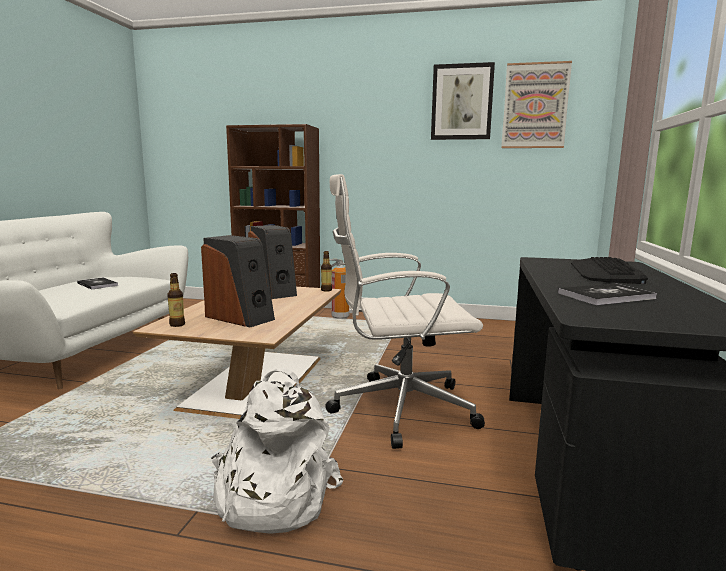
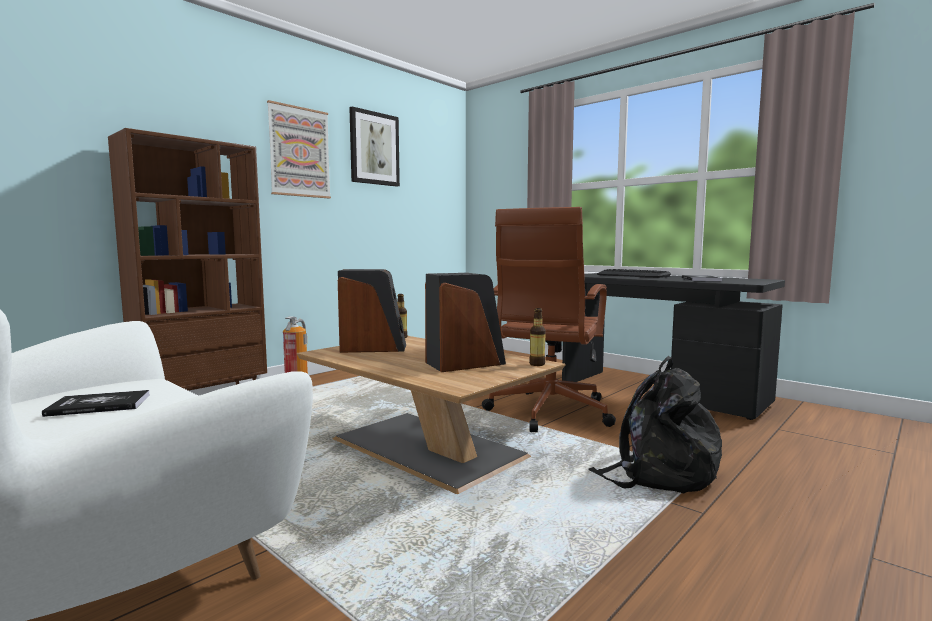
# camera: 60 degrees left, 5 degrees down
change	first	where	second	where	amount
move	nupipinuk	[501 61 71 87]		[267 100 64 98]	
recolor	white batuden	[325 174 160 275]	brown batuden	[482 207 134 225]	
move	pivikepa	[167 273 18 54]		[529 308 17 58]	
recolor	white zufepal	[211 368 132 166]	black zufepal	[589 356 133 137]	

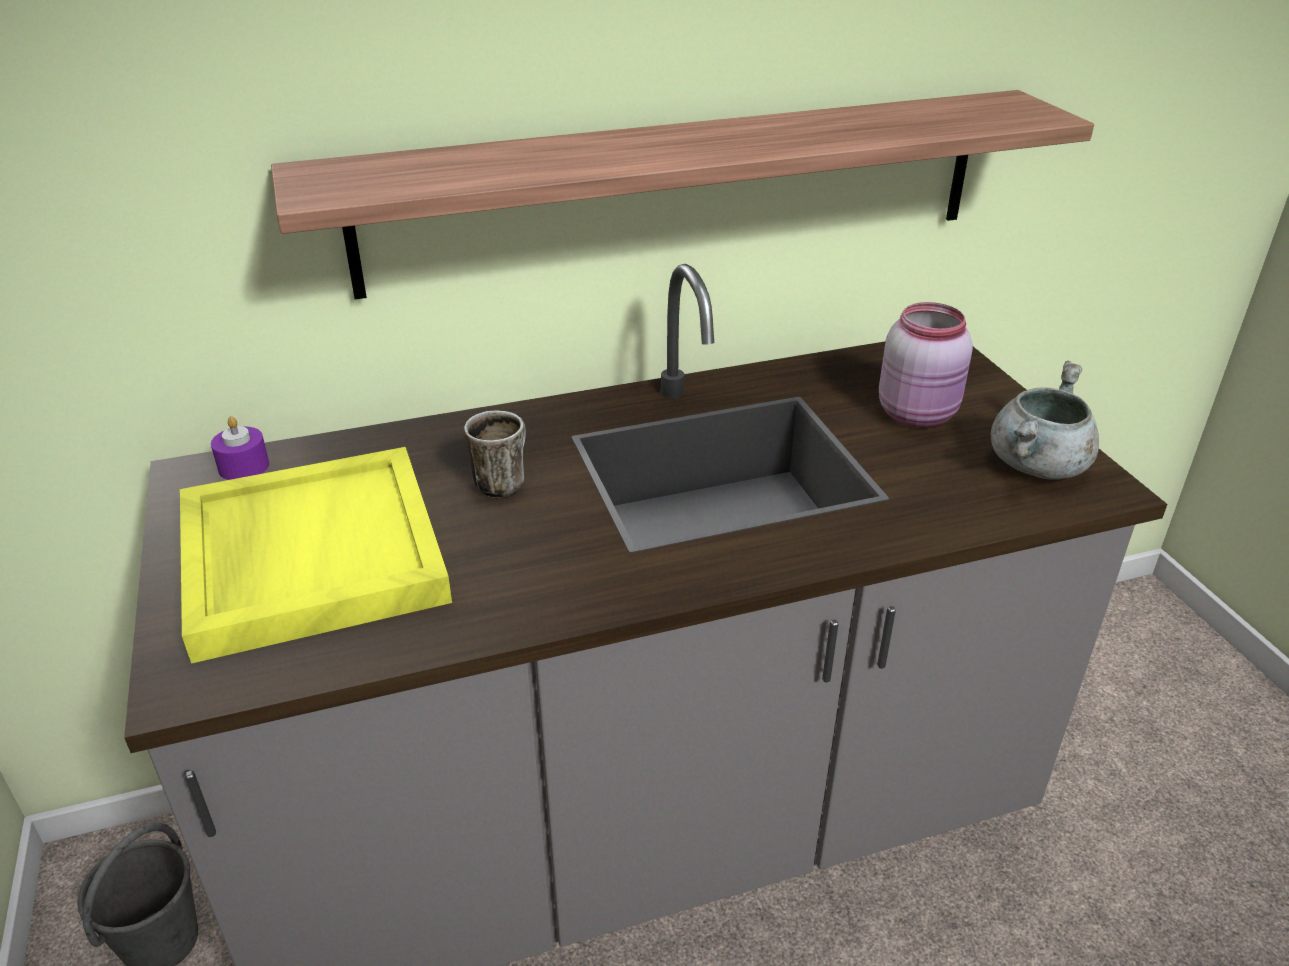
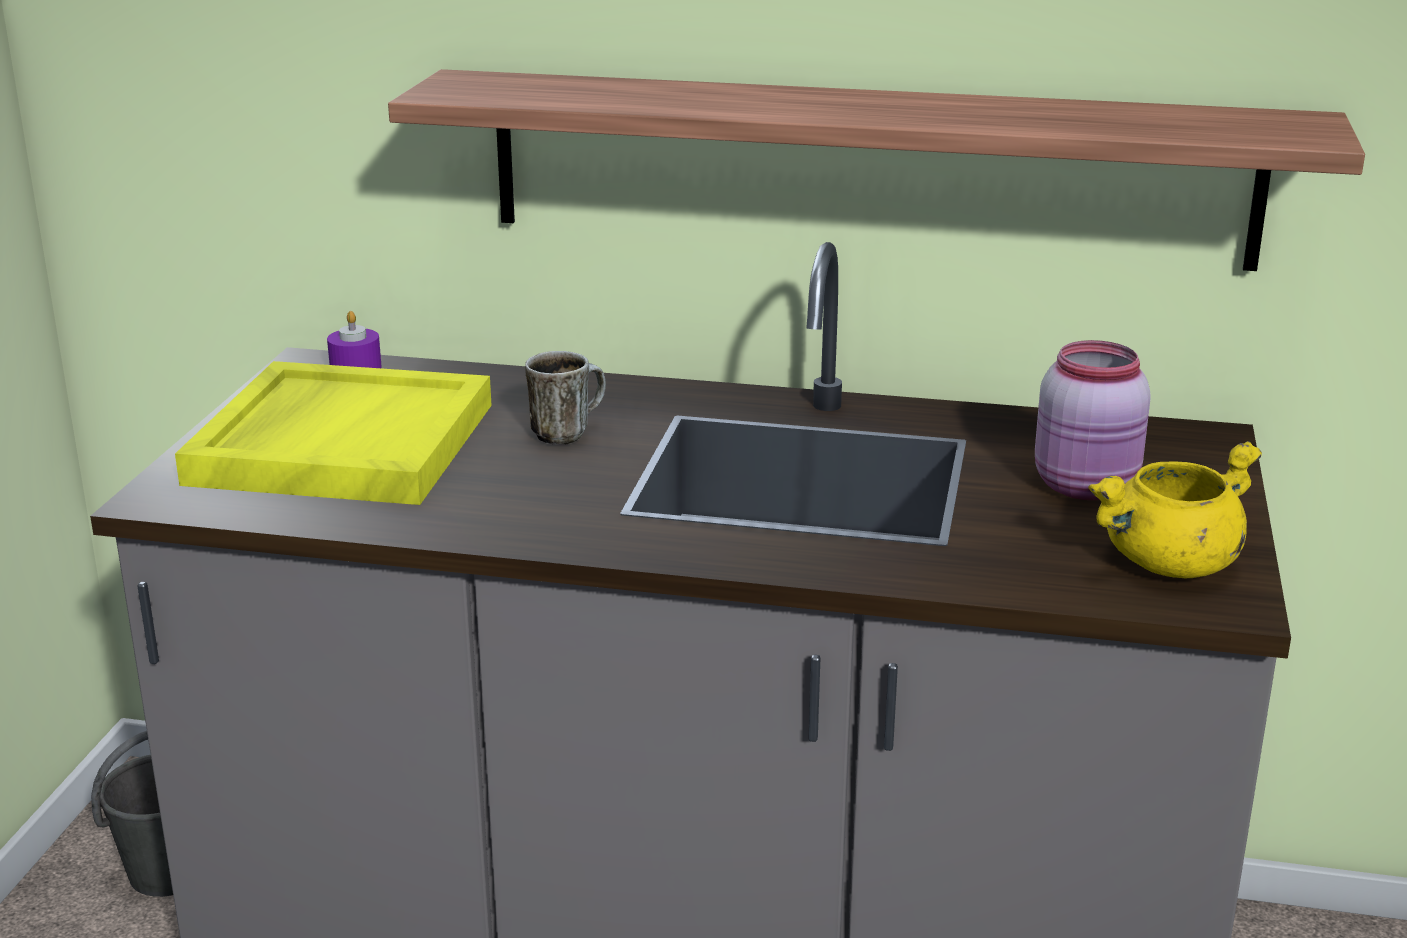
# camera: 30 degrees right, 10 degrees down
change	first	where	second	where	amount
recolor	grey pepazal	[991 361 108 118]	yellow pepazal	[1088 441 174 137]	

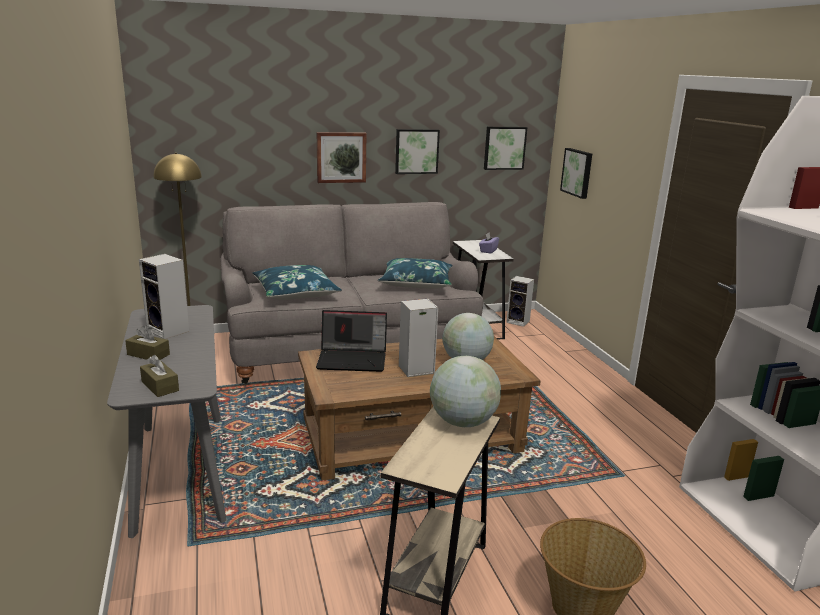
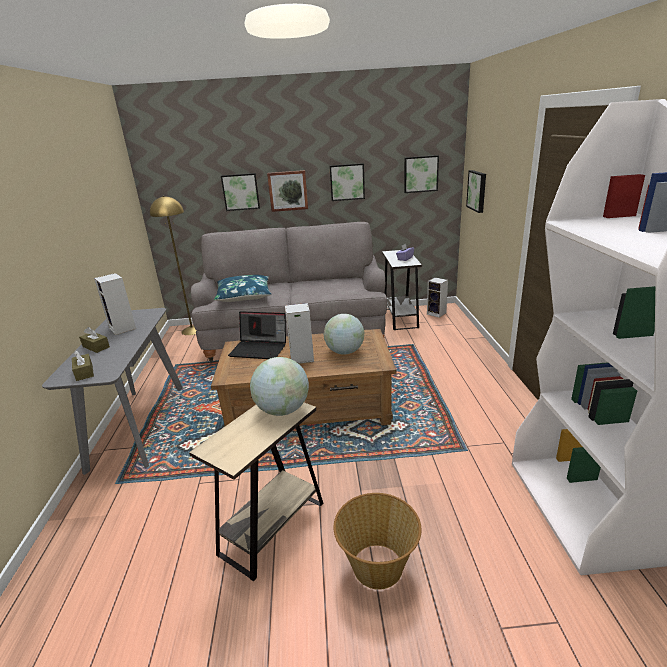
# camera: 15 degrees right, 5 degrees up
change	first	where	second	where	amount
delete	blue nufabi	[378 258 74 31]			
insert			nupipinuk	[221 173 39 38]	

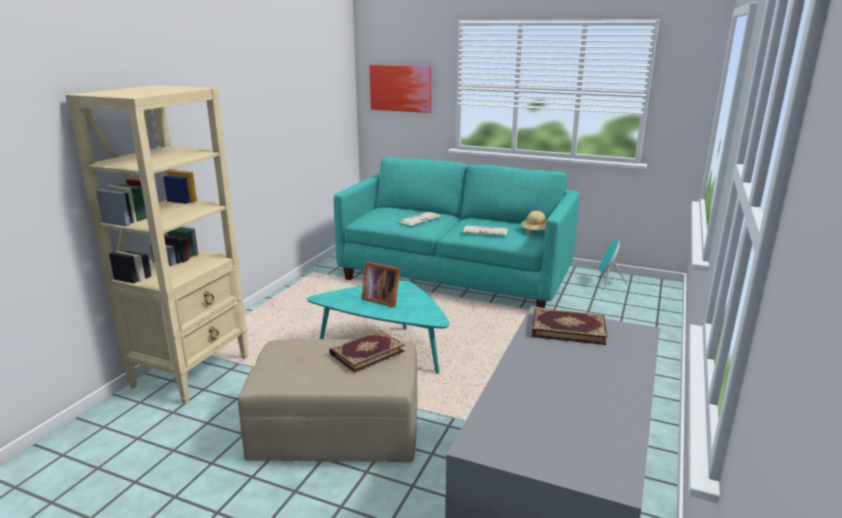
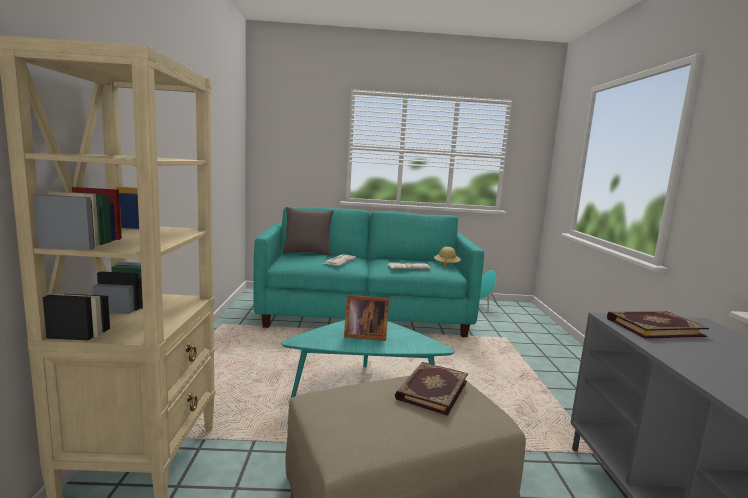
# camera: 25 degrees left, 10 degrees down
change	first	where	second	where	amount
delete	nupipinuk	[369 65 62 48]			
insert			grey nufabi	[282 207 52 49]	

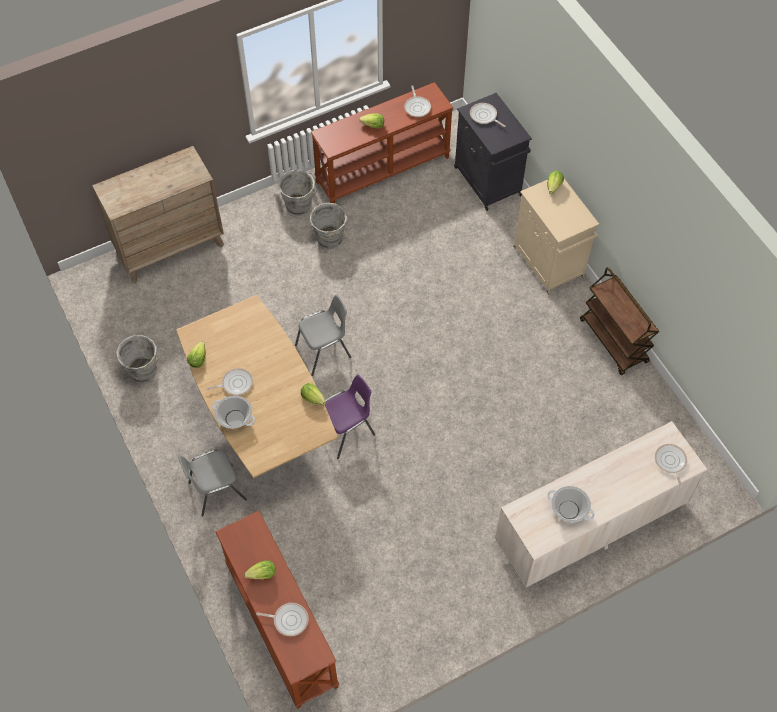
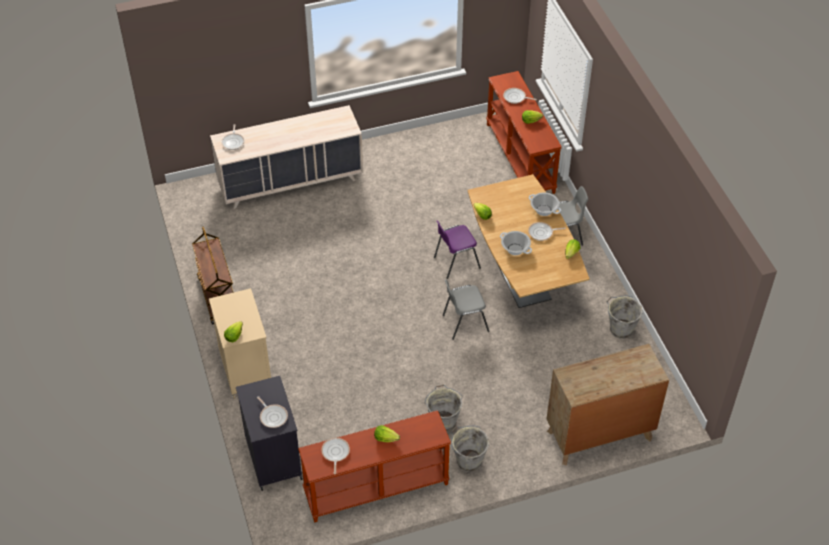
# camera: 170 degrees left, 10 degrees down
change	first	where	second	where	amount
move	pepazal	[547 486 47 36]		[500 231 32 24]	

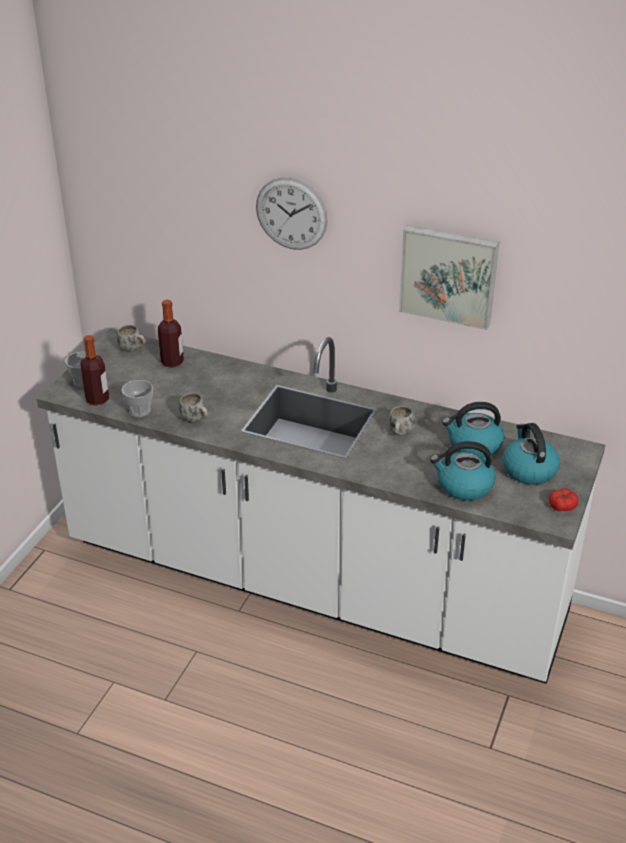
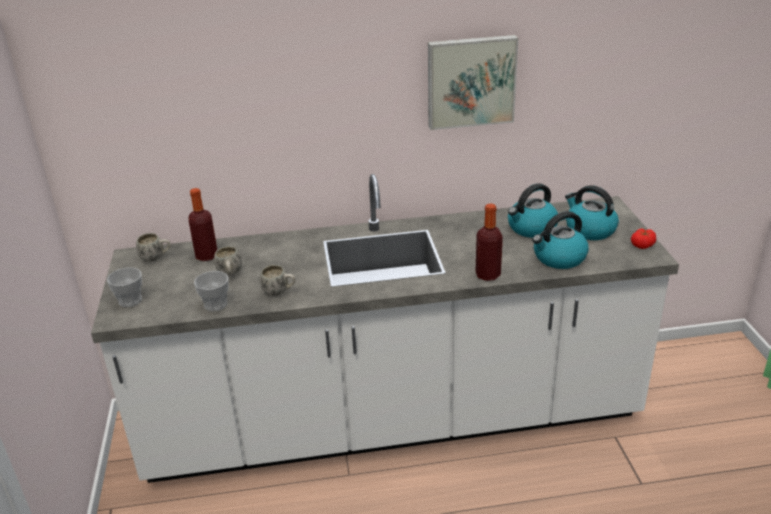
# camera: 30 degrees left, 5 degrees down
change	first	where	second	where	amount
delete	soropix	[256 177 72 73]			
move	pivikepa	[80 335 29 71]		[475 203 28 78]	
move	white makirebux	[388 406 27 30]		[214 246 28 30]	

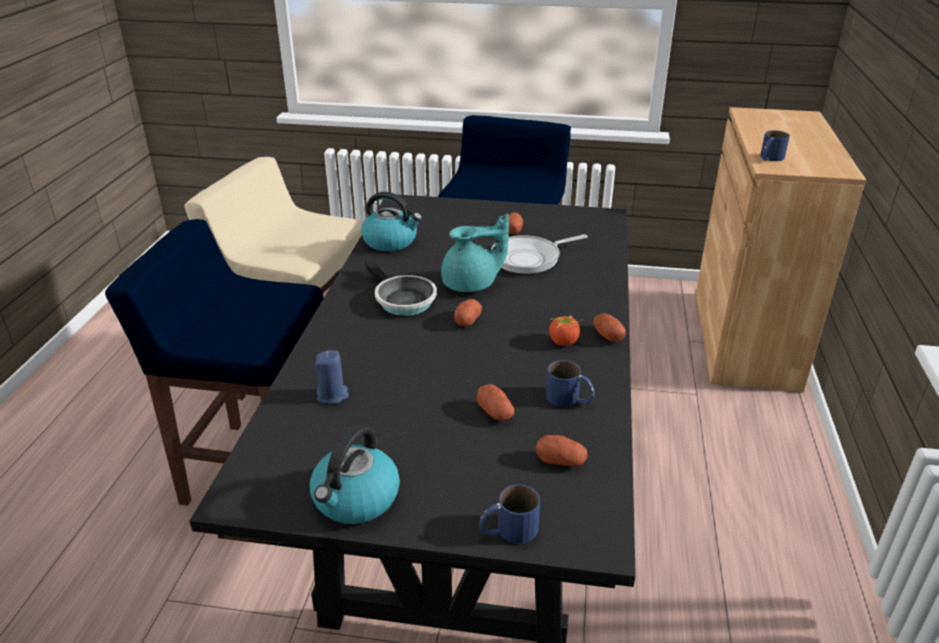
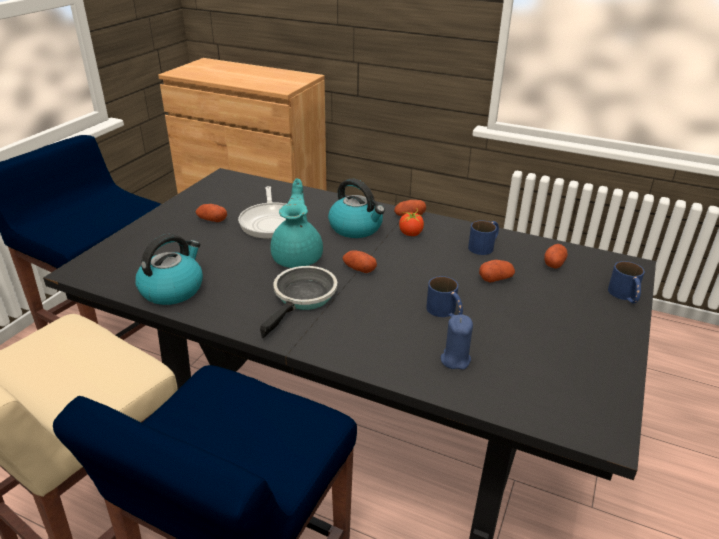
# camera: 75 degrees left, 0 degrees up
change	first	where	second	where	amount
move	blue makirebux	[760 130 30 31]		[426 276 37 41]	
rotate	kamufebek	[365 260 72 56]		[260 266 77 72]	45 degrees counterclockwise
move	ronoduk	[310 425 90 99]		[328 179 57 59]	

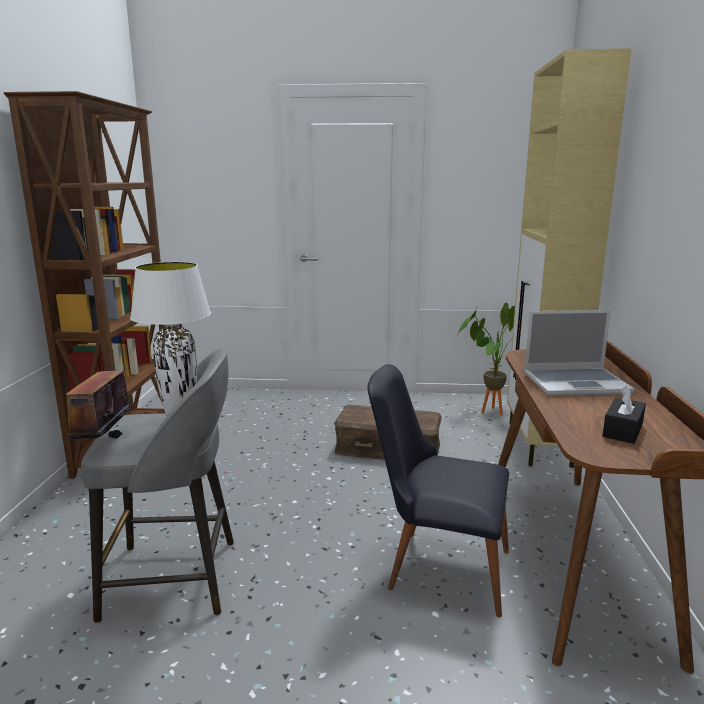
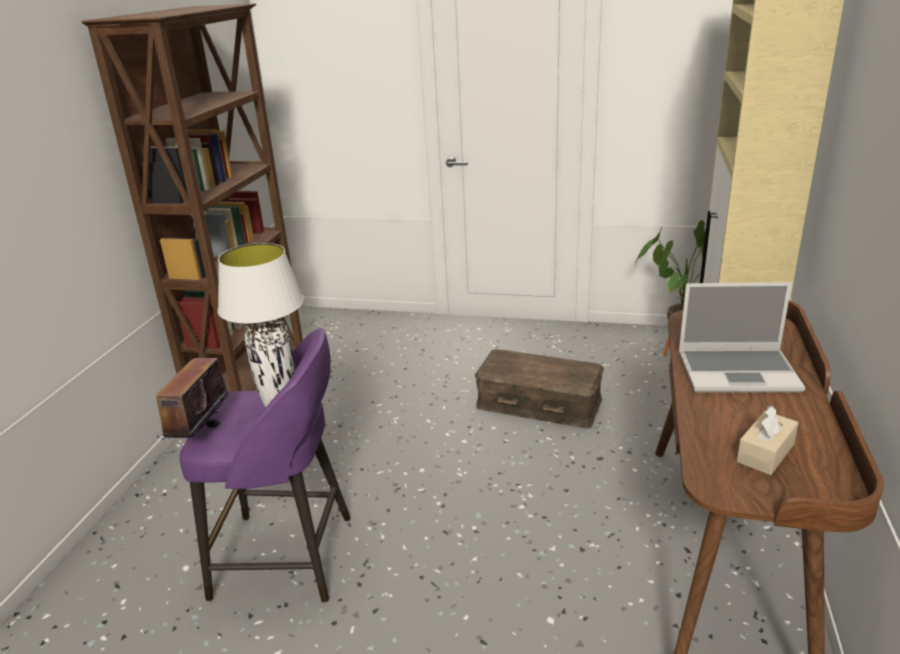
# camera: 10 degrees right, 10 degrees up
change	first	where	second	where	amount
recolor	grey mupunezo	[81 348 153 275]	purple mupunezo	[179 328 172 275]	
delete	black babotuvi	[368 364 141 253]			
recolor	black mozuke	[602 386 44 58]	beige mozuke	[737 405 62 70]	

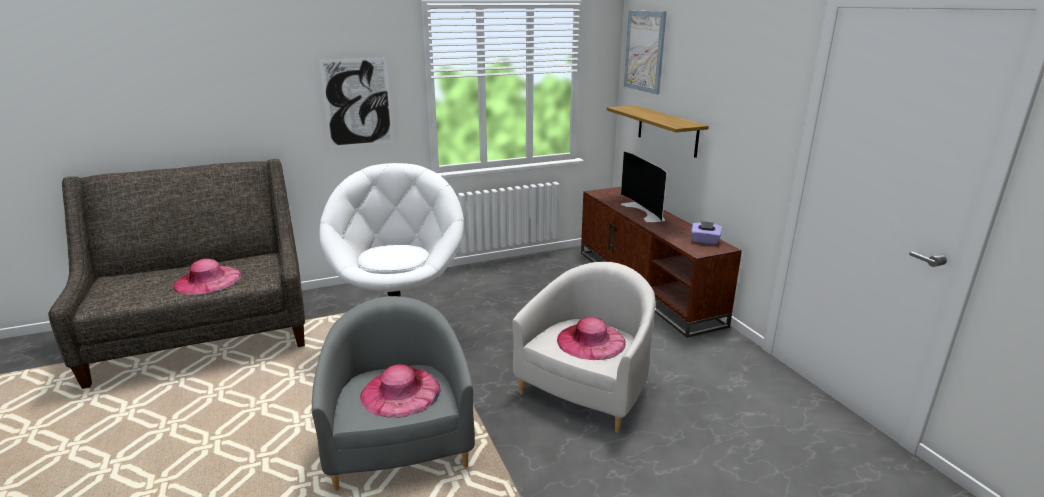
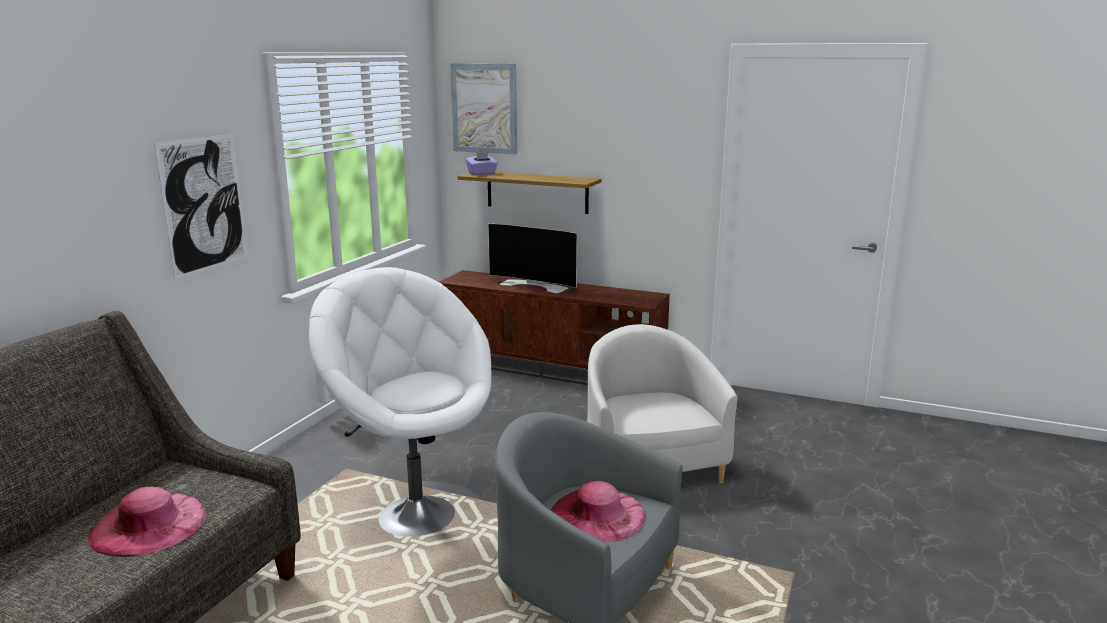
# camera: 45 degrees left, 5 degrees down
change	first	where	second	where	amount
move	purple mozuke	[691 221 31 24]		[466 152 32 23]	
delete	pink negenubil	[557 317 69 43]			

